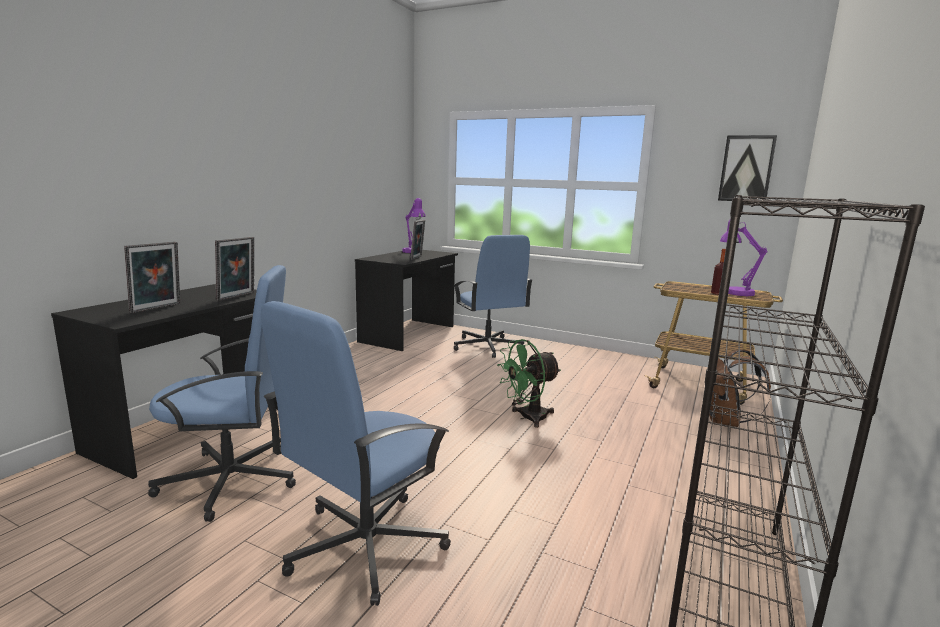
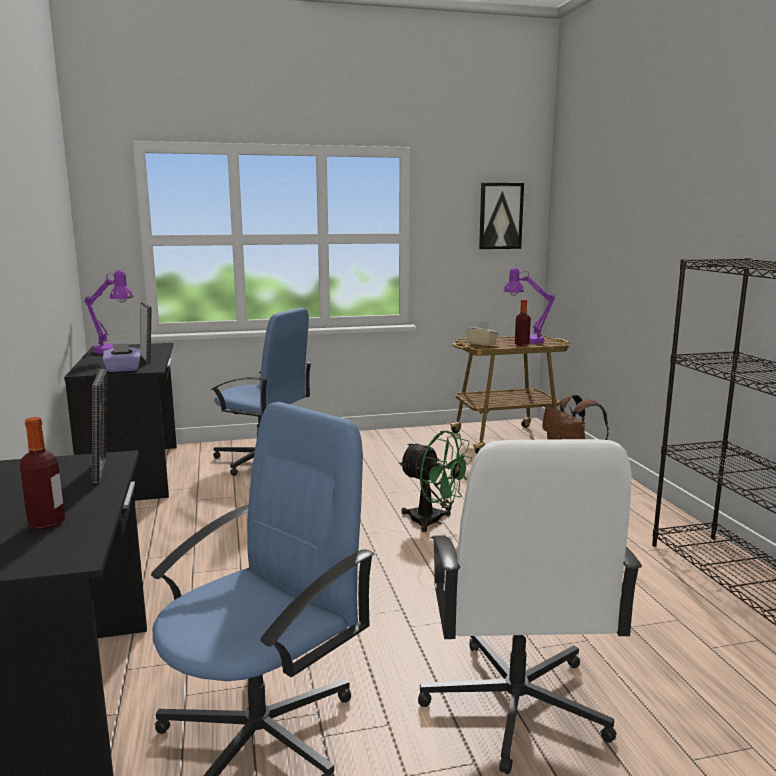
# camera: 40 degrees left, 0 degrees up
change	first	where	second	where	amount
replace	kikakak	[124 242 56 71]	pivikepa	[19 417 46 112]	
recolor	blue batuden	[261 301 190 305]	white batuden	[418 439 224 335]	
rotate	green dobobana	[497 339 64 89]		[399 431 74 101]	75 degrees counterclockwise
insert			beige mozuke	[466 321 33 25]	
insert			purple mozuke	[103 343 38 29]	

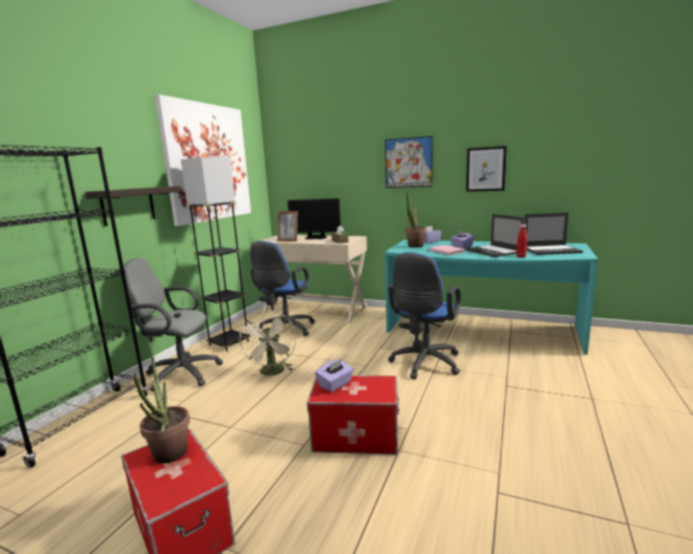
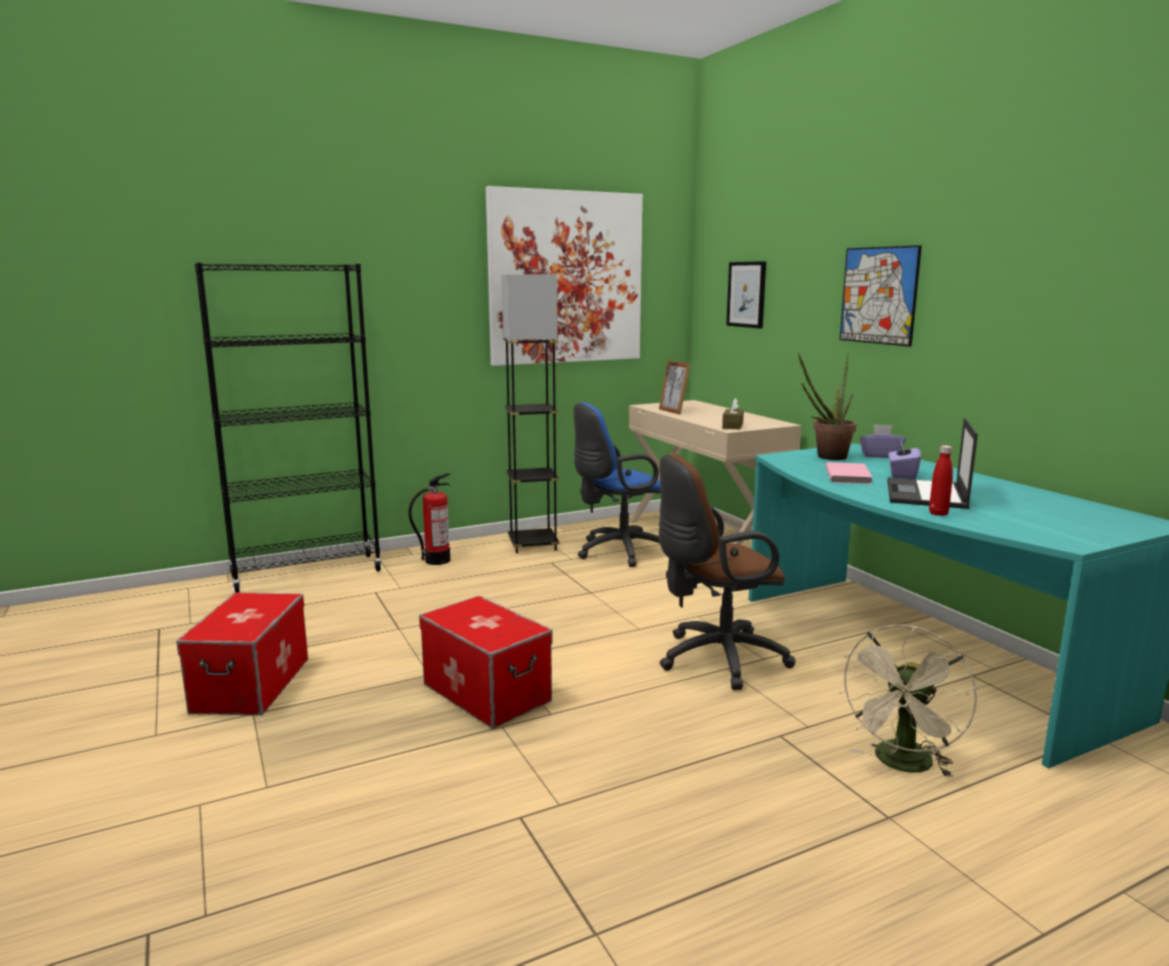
# camera: 40 degrees right, 0 degrees up
change	first	where	second	where	amount
move	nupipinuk	[466 146 41 46]		[726 261 40 68]	
delete	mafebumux	[85 186 96 40]			
delete	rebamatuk	[288 198 53 41]			
delete	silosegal	[524 213 59 42]			
recolor	blue batuden	[388 252 73 128]	brown batuden	[659 454 136 236]	
replace	grey batuden	[123 258 100 134]	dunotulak	[408 473 42 92]	
move	beige dobobana	[239 310 57 67]		[839 624 138 154]	
delete	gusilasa	[134 343 56 120]			
delete	purple mozuke	[315 359 39 33]			

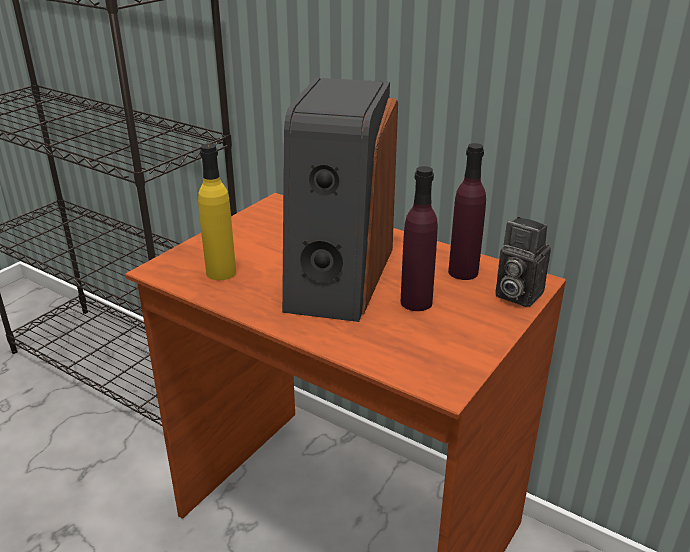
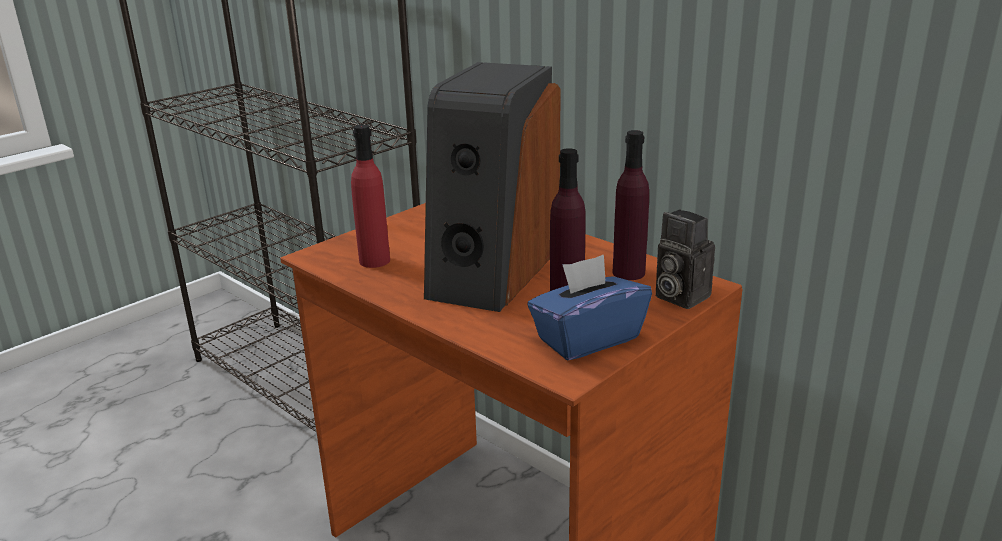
# camera: 10 degrees right, 5 degrees down
change	first	where	second	where	amount
recolor	yellow pivikepa	[198 143 38 137]	red pivikepa	[351 124 39 144]	
insert			blue mozuke	[527 254 125 106]	

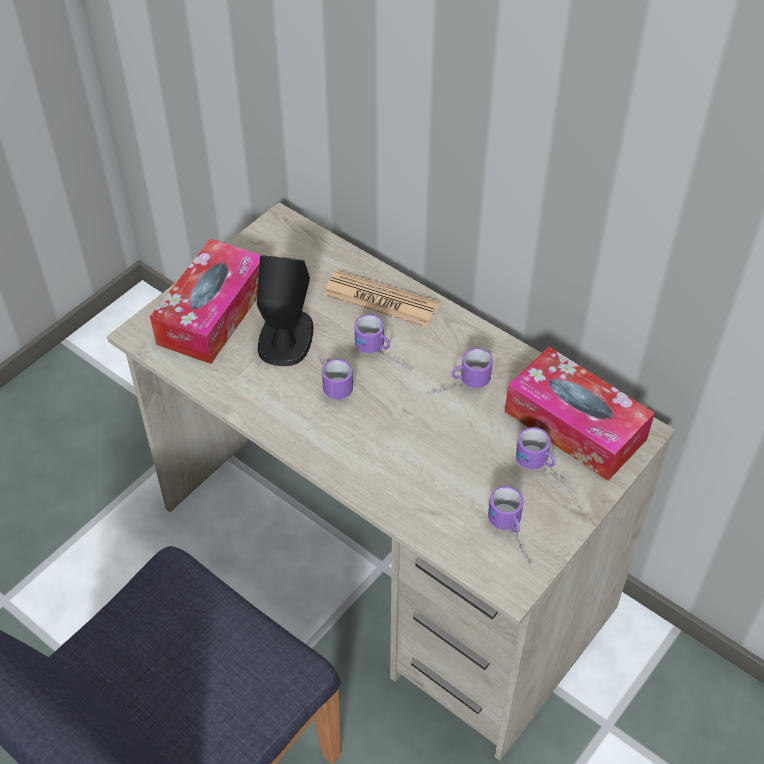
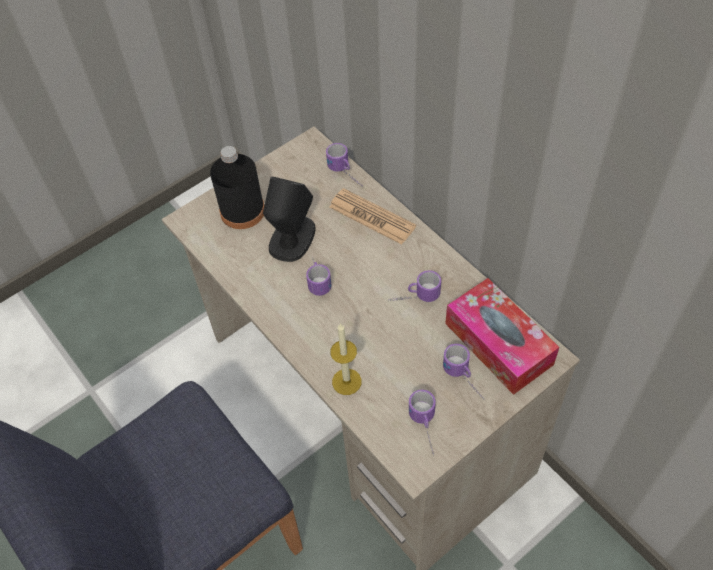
# camera: 15 degrees right, 5 degrees up
change	first	where	second	where	amount
replace	mozuke	[150 238 113 126]	black pivikepa	[210 146 54 83]	
move	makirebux	[354 314 57 57]		[326 143 37 45]	
insert			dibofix	[330 323 32 72]	

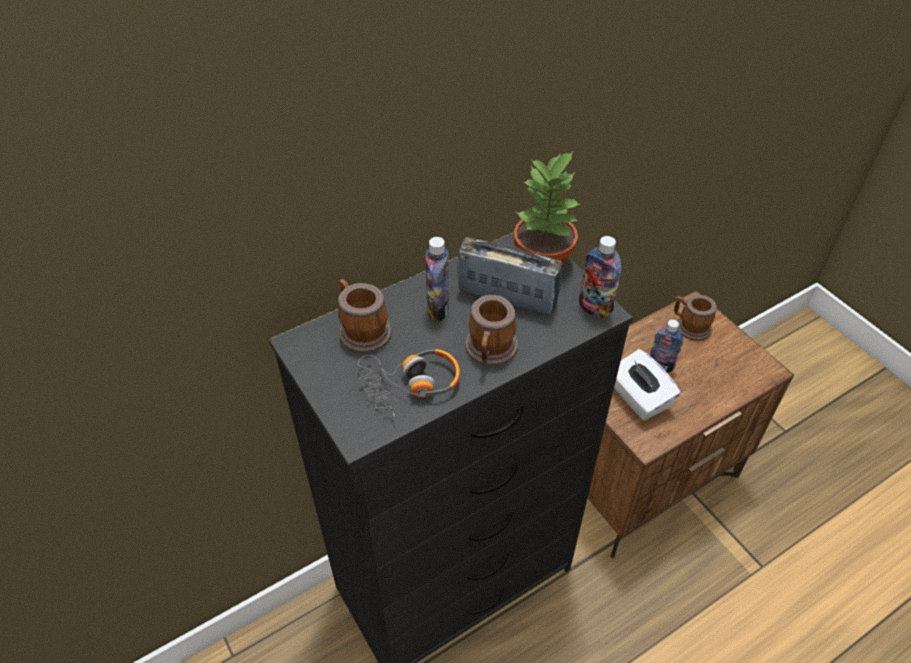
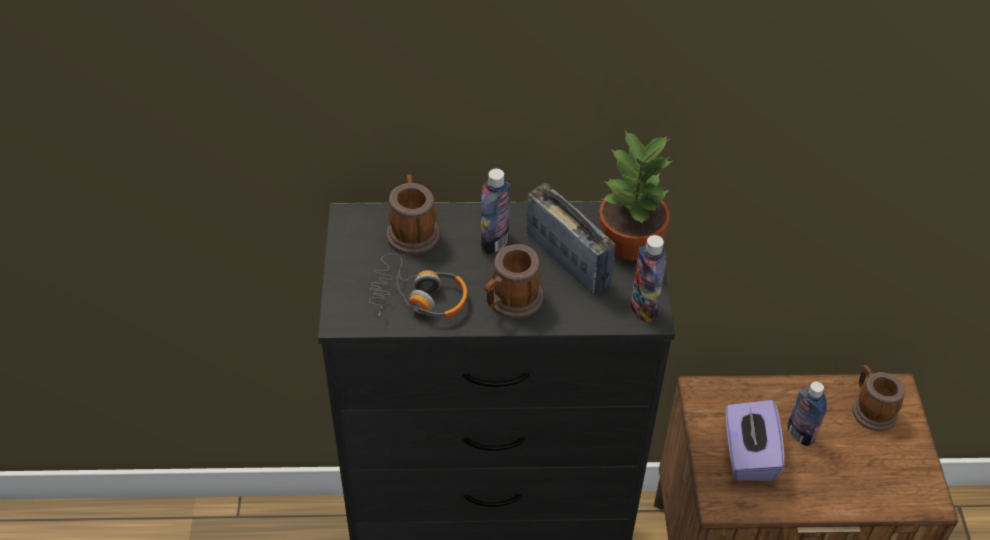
# camera: 30 degrees right, 0 degrees up
change	first	where	second	where	amount
recolor	white mozuke	[614 349 67 71]	purple mozuke	[725 400 59 81]	

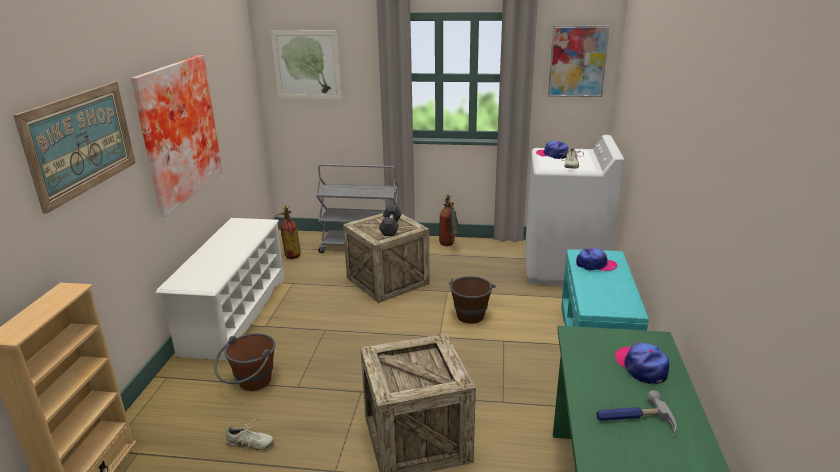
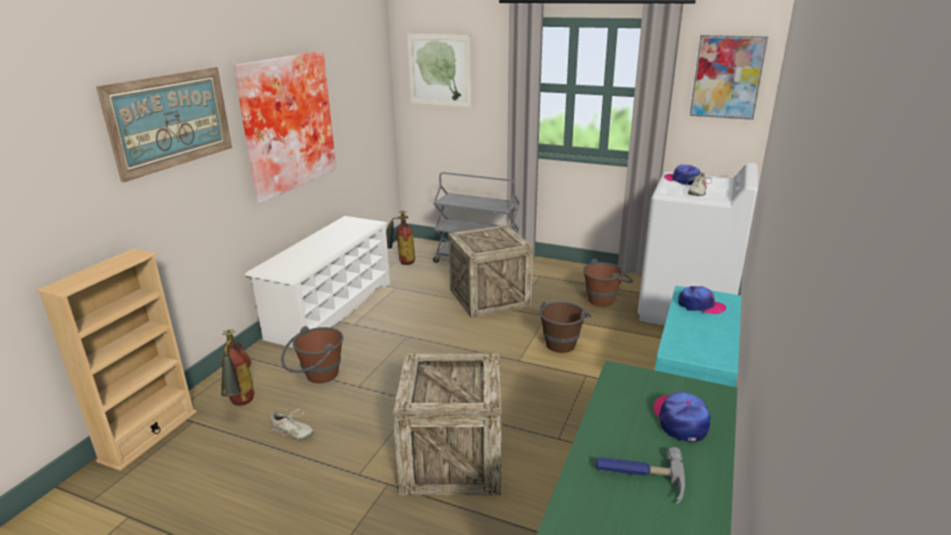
# camera: 15 degrees right, 0 degrees up
change	first	where	second	where	amount
move	dunotulak	[439 194 22 52]		[221 329 33 77]	
delete	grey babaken	[379 205 23 31]			
insert			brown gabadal	[583 259 50 47]	

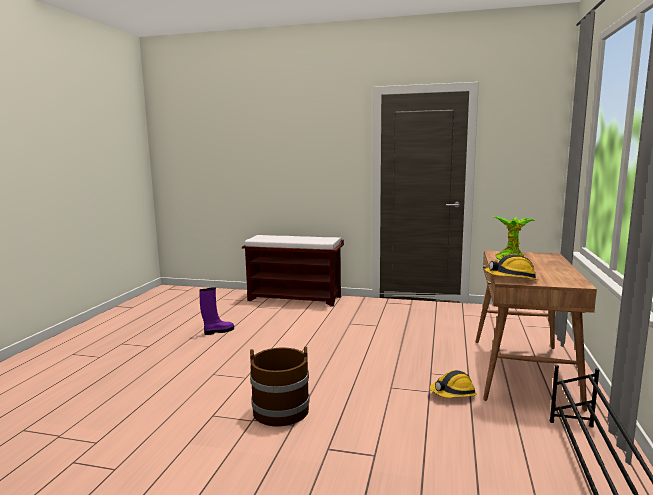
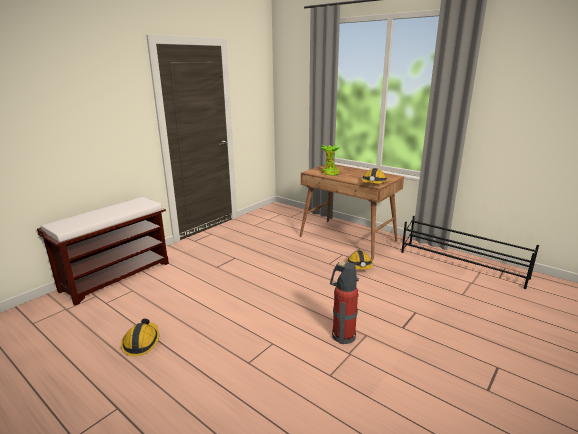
# camera: 65 degrees left, 10 degrees up
change	first	where	second	where	amount
replace	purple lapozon	[199 287 35 48]	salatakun	[121 319 39 37]	
replace	brown gabadal	[250 347 60 79]	dunotulak	[330 262 29 82]	

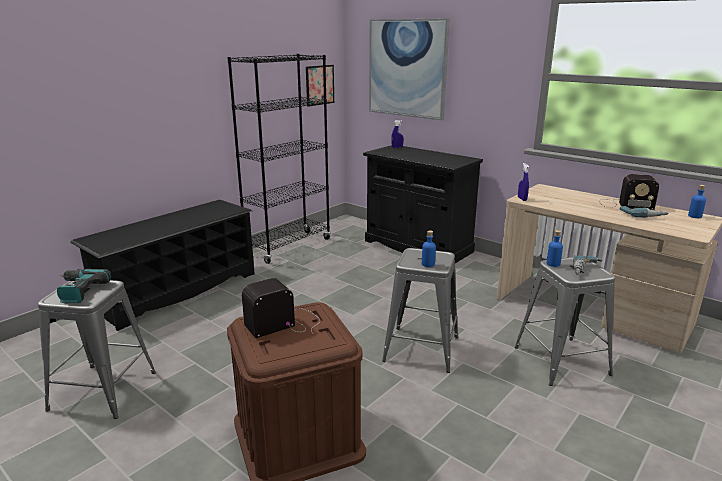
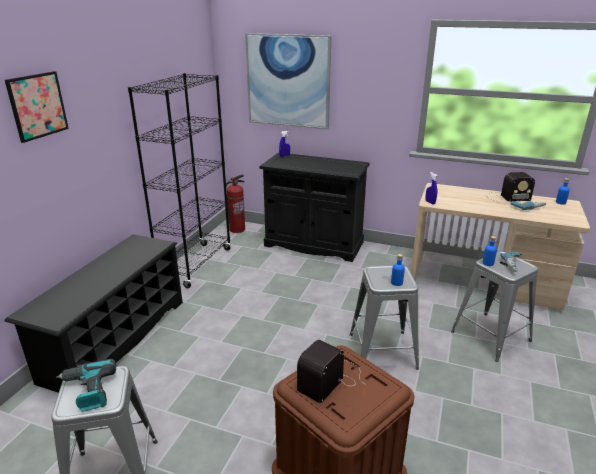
# camera: 20 degrees left, 5 degrees up
change	first	where	second	where	amount
move	nupipinuk	[306 65 28 42]		[5 71 64 72]	
insert			dunotulak	[226 174 19 59]	

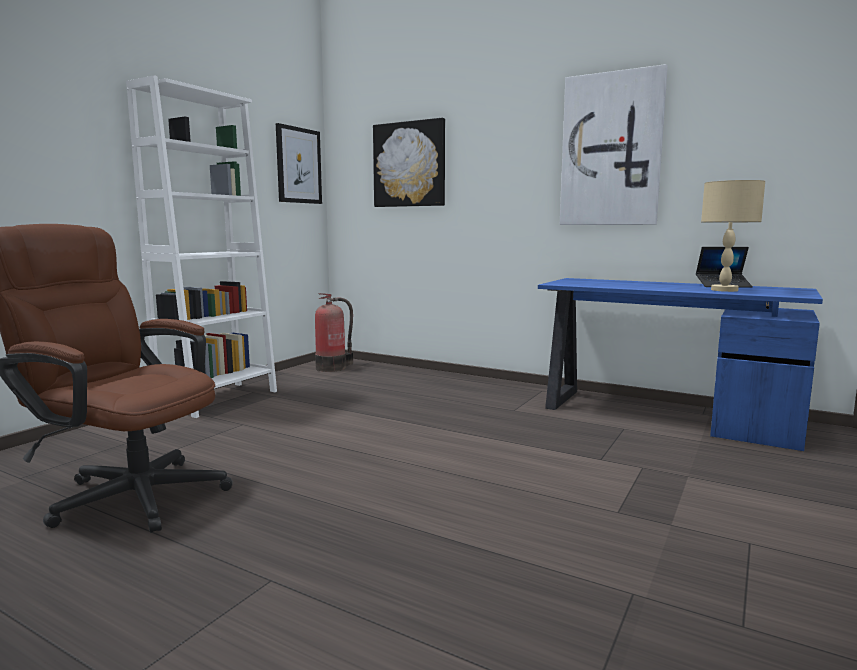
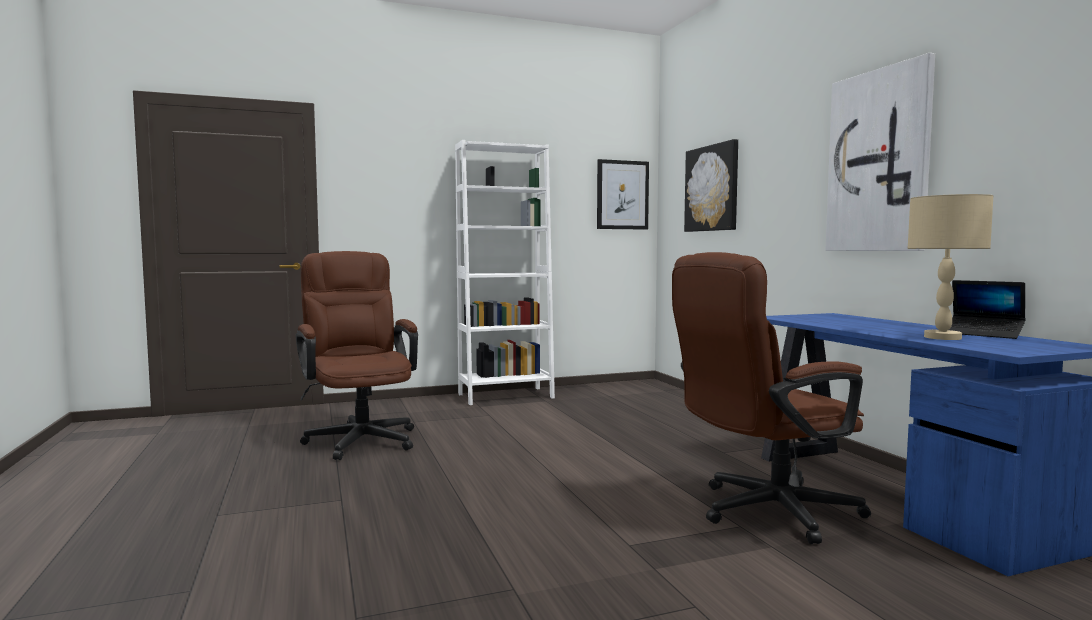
# camera: 40 degrees right, 5 degrees down
change	first	where	second	where	amount
delete	dunotulak	[315 293 38 79]			
insert			brown batuden	[672 252 199 292]	

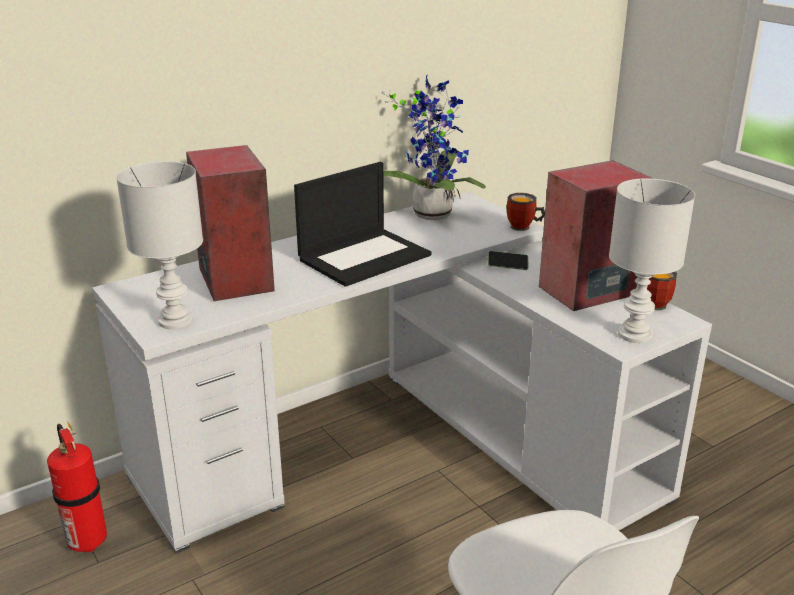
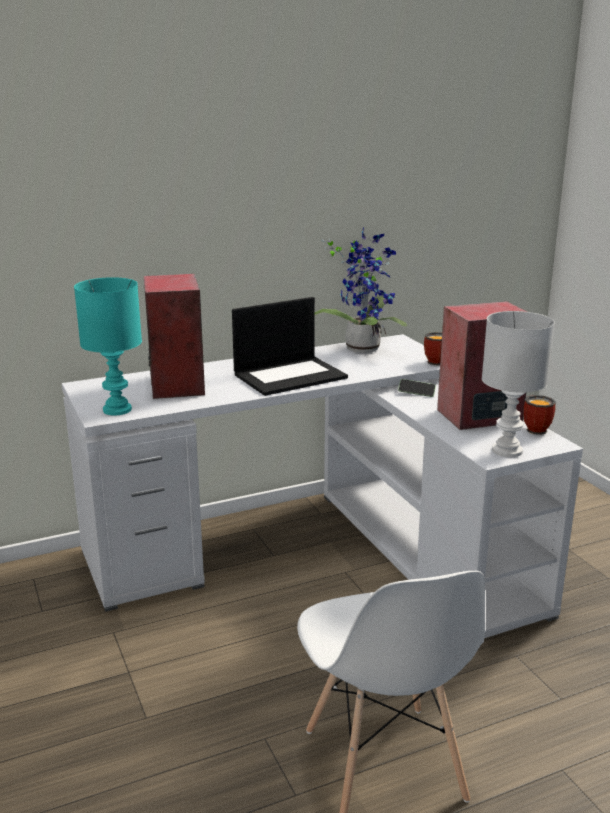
# camera: 10 degrees right, 5 degrees down
change	first	where	second	where	amount
recolor	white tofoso	[116 161 87 168]	turquoise tofoso	[74 277 68 138]	
delete	dunotulak	[47 421 60 132]			

